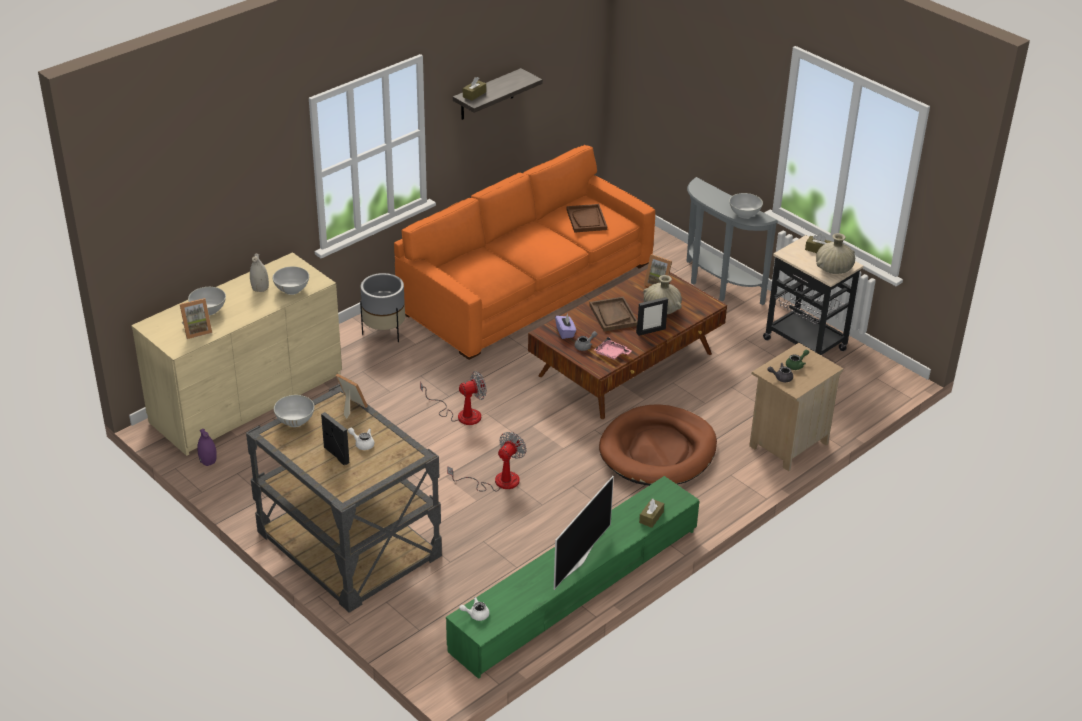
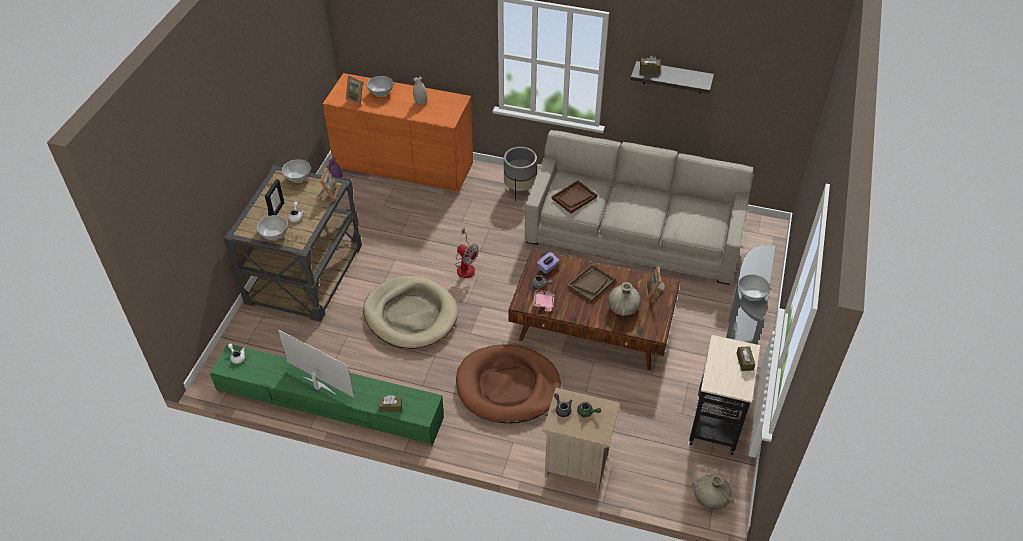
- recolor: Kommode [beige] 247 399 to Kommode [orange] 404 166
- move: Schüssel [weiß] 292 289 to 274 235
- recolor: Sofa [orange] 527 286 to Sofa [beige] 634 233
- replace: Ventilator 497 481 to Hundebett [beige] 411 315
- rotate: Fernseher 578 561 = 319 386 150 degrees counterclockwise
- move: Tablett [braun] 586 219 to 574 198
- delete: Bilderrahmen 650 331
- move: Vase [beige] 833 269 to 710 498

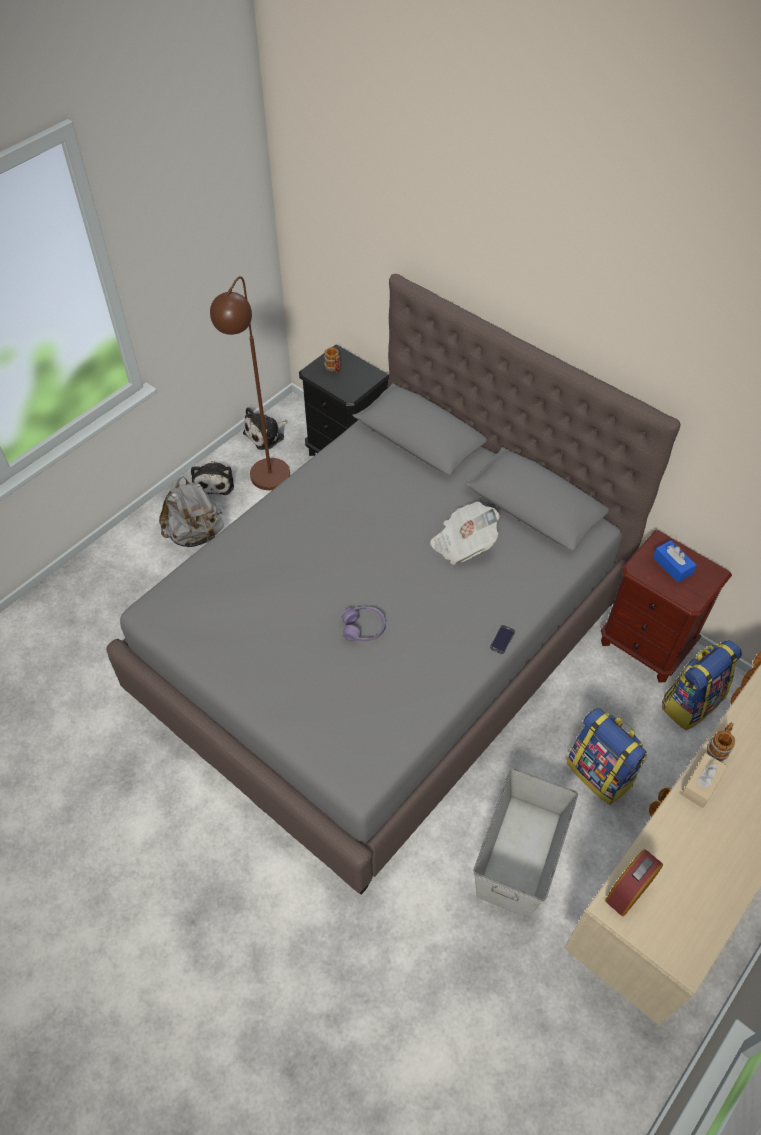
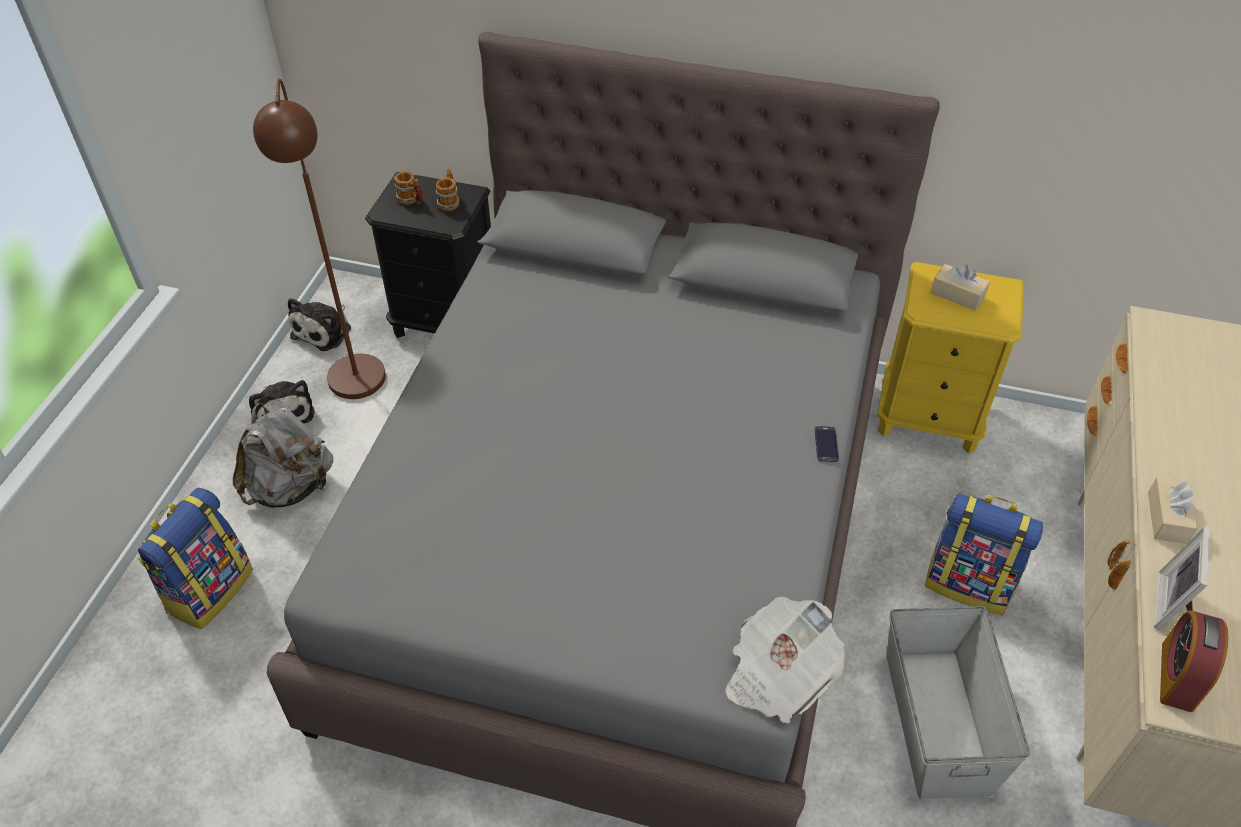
- delete: Kopfhörer [lila] 363 628
- move: Zeitung 463 544 to 778 674
- recolor: Nachttisch [braun] 645 645 to Nachttisch [gelb] 929 418
- recolor: Taschentuchbox [blau] 672 566 to Taschentuchbox [beige] 957 295
- move: Rucksack 690 702 to 209 589
- move: Henkelbecher 719 747 to 449 201
- insert: Bilderrahmen 1173 604

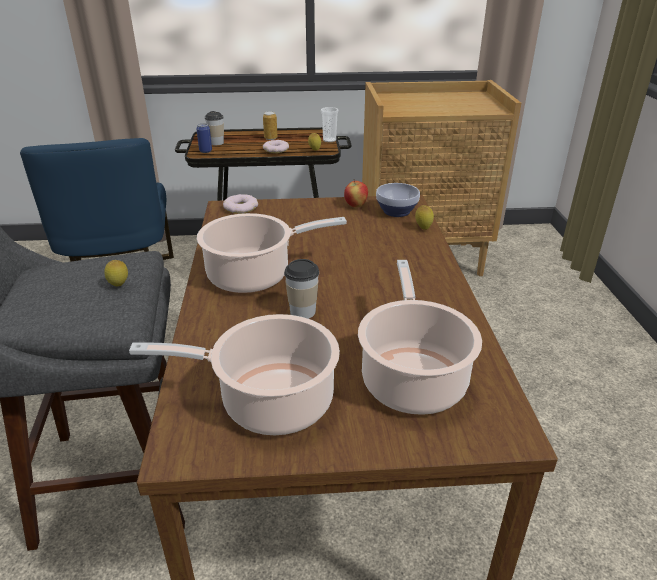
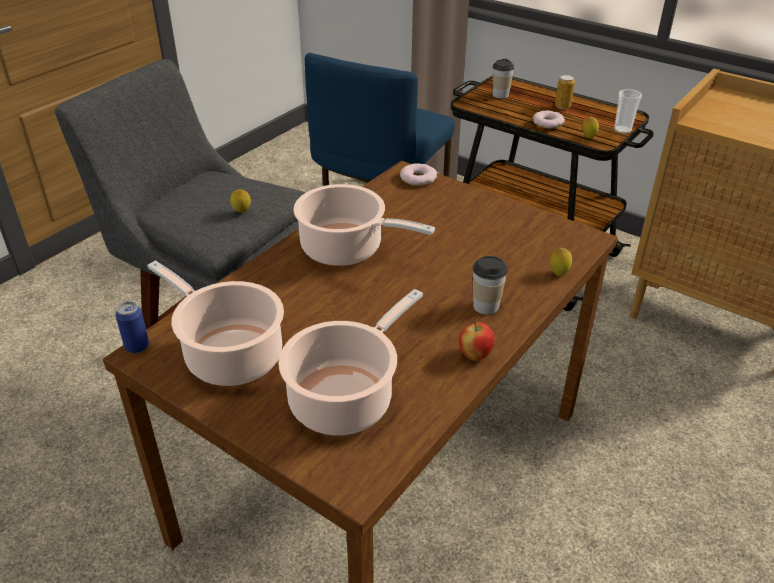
- move: Dose 205 151 to 137 346
- move: Tasse 302 312 to 486 306
- move: Apfel 355 206 to 475 355
- delete: Schüssel 395 212

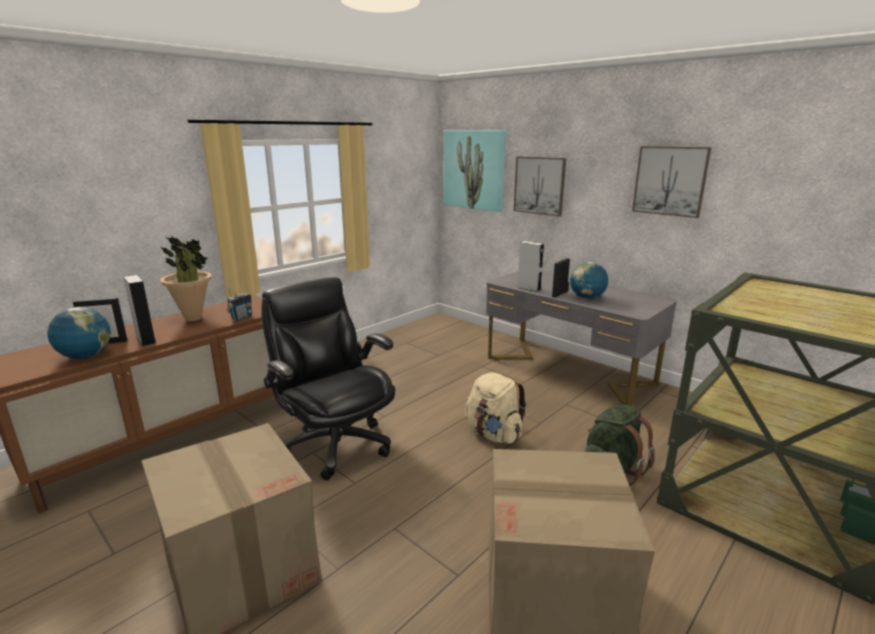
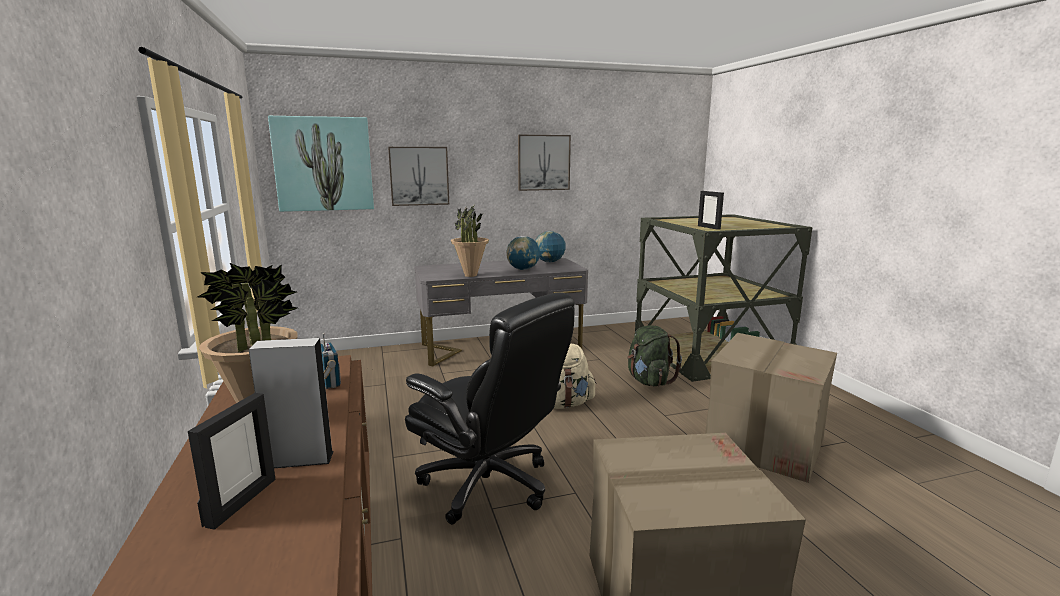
- move: Globus 86 356 to 549 262
- rotate: Bürostuhl [schwarz] 336 444 = 490 488 135 degrees counterclockwise
- replace: Lautsprecher [grau] 529 288 to Topfpflanze 470 275
- move: Bilderrahmen 560 294 to 709 227

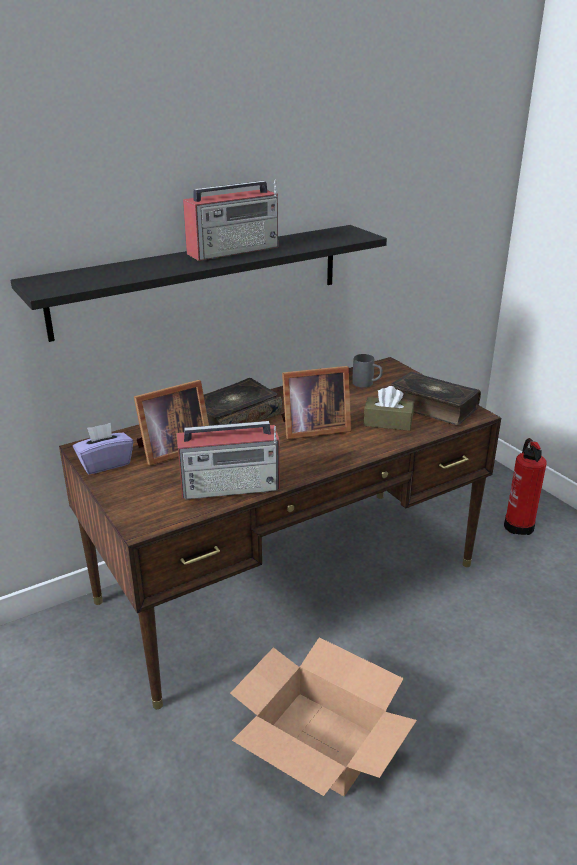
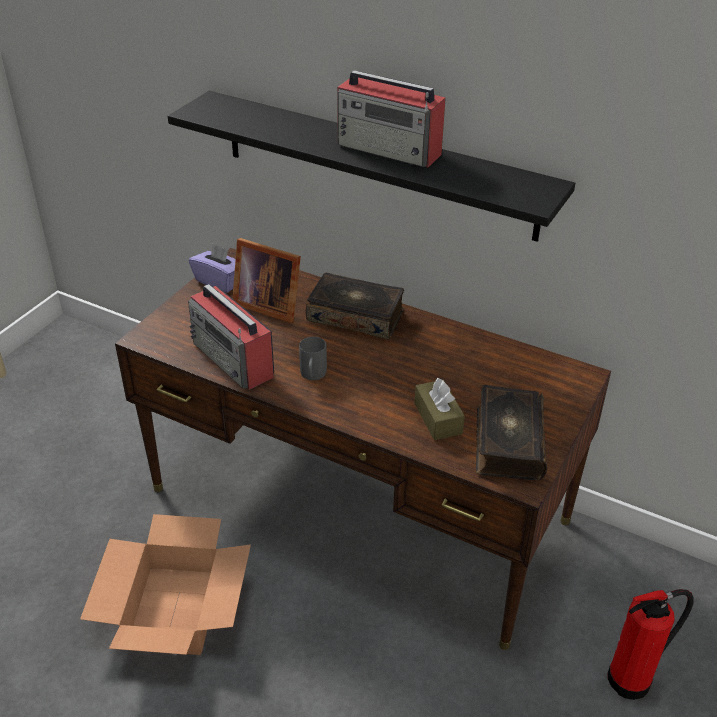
- delete: Bilderrahmen 312 428
- move: Henkelbecher [grau] 367 384 to 312 376

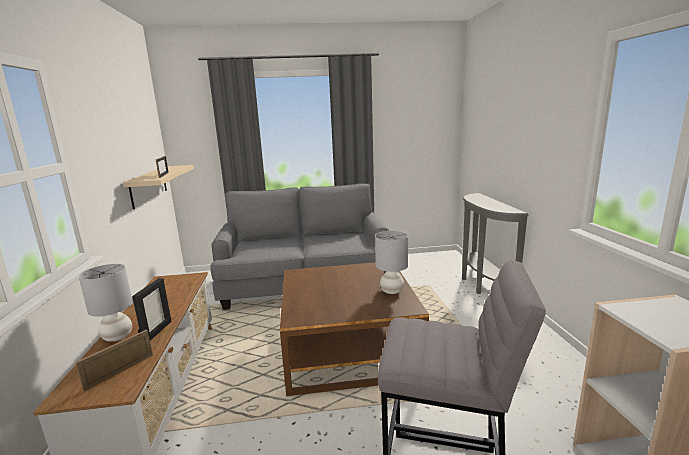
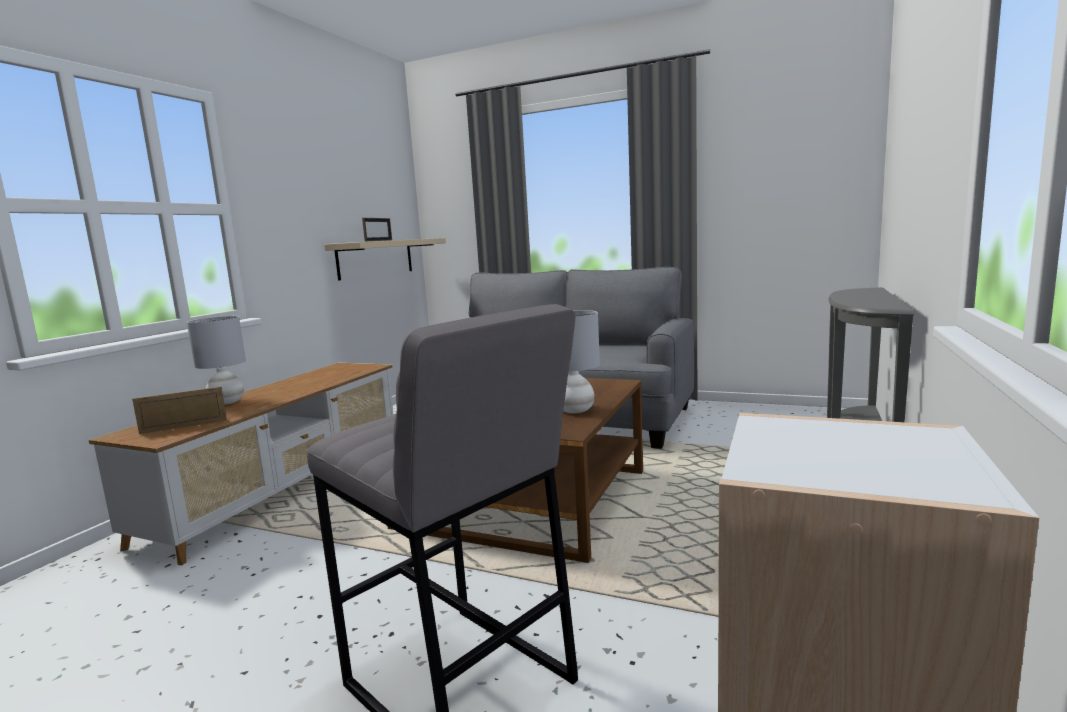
- delete: Bilderrahmen 156 331

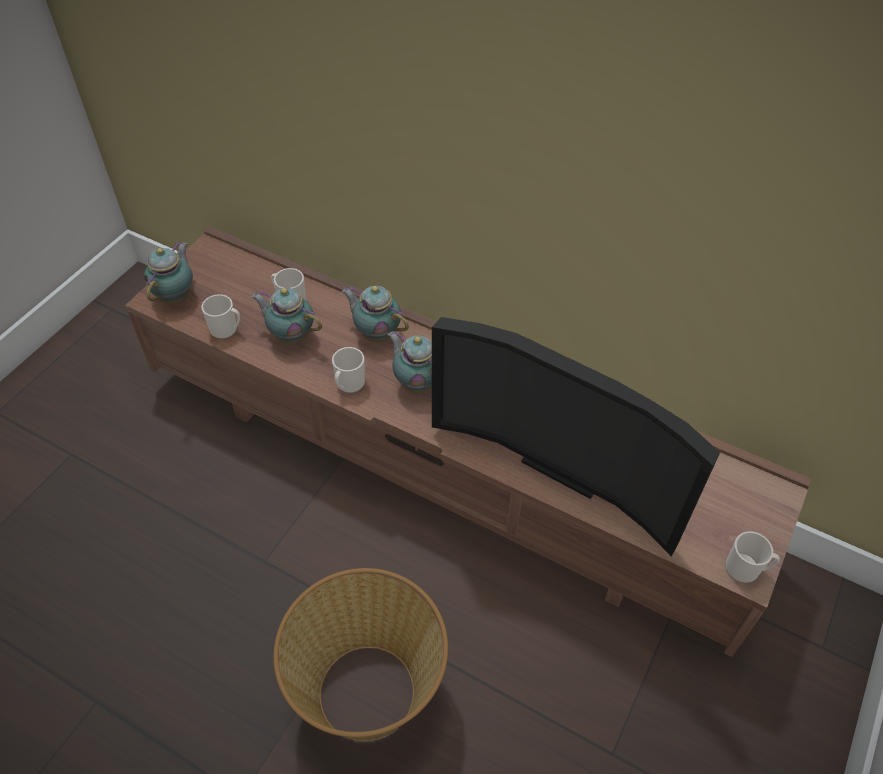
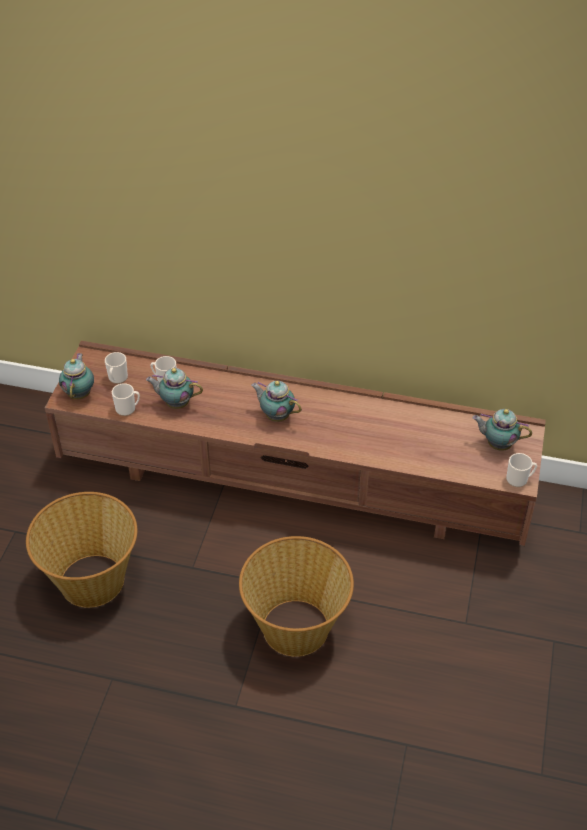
- move: Henkelbecher 348 385 to 117 379
- move: Teekanne 376 333 to 497 444
- delete: Fernseher 565 463
- insert: Korb 92 579

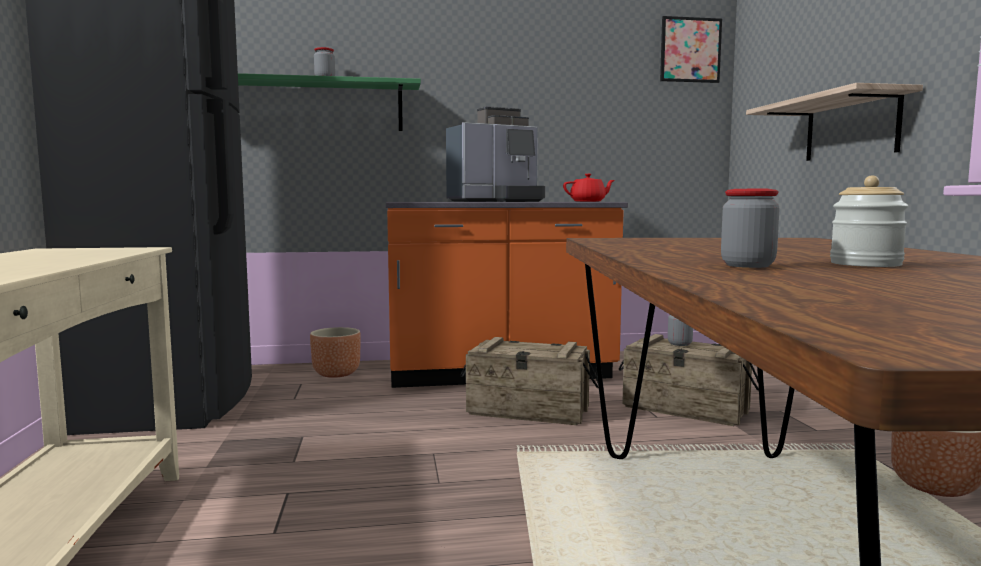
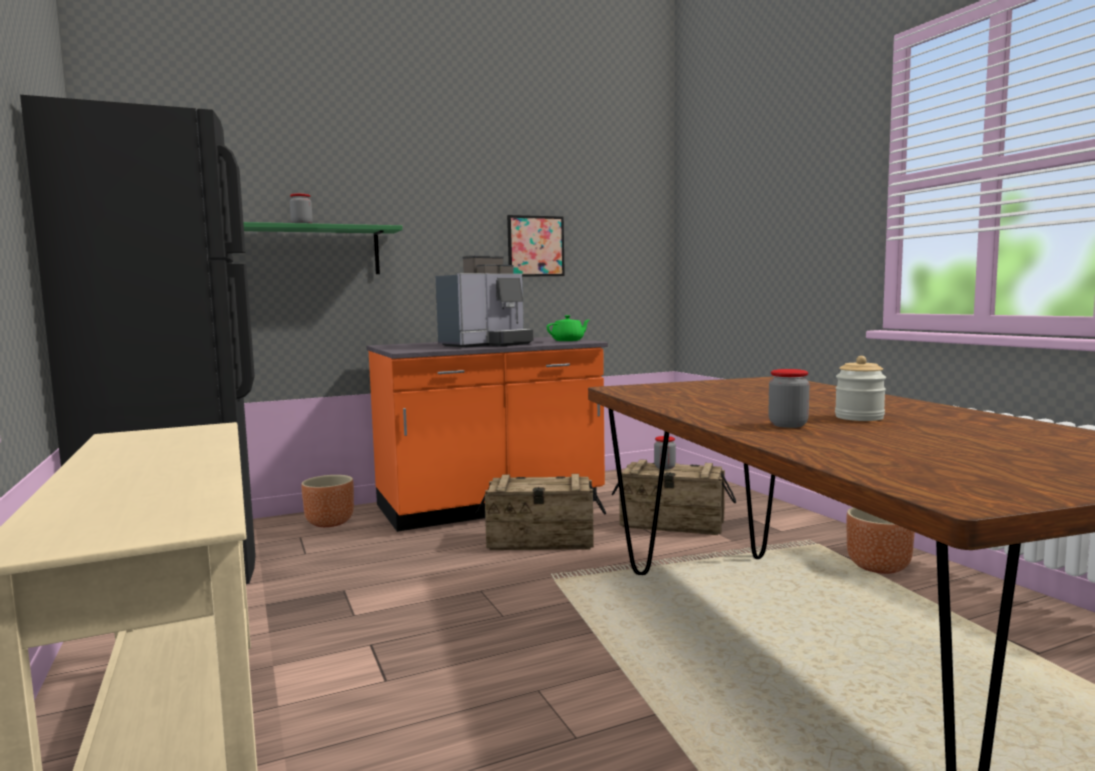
- recolor: Teekanne [rot] 588 201 to Teekanne [grün] 568 340
- move: Bild 690 50 to 535 246
- delete: Wandregal 851 128

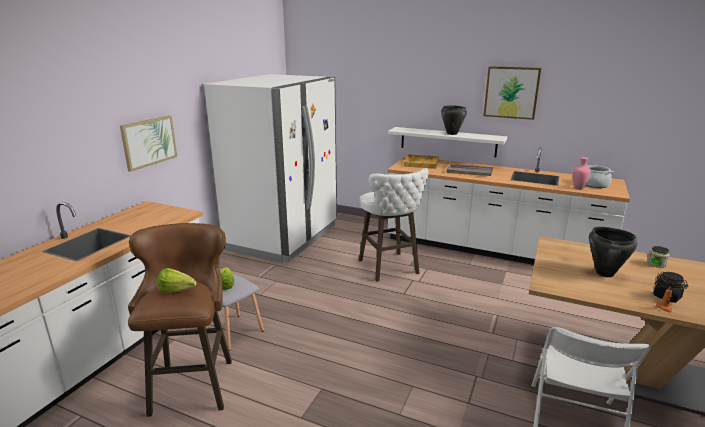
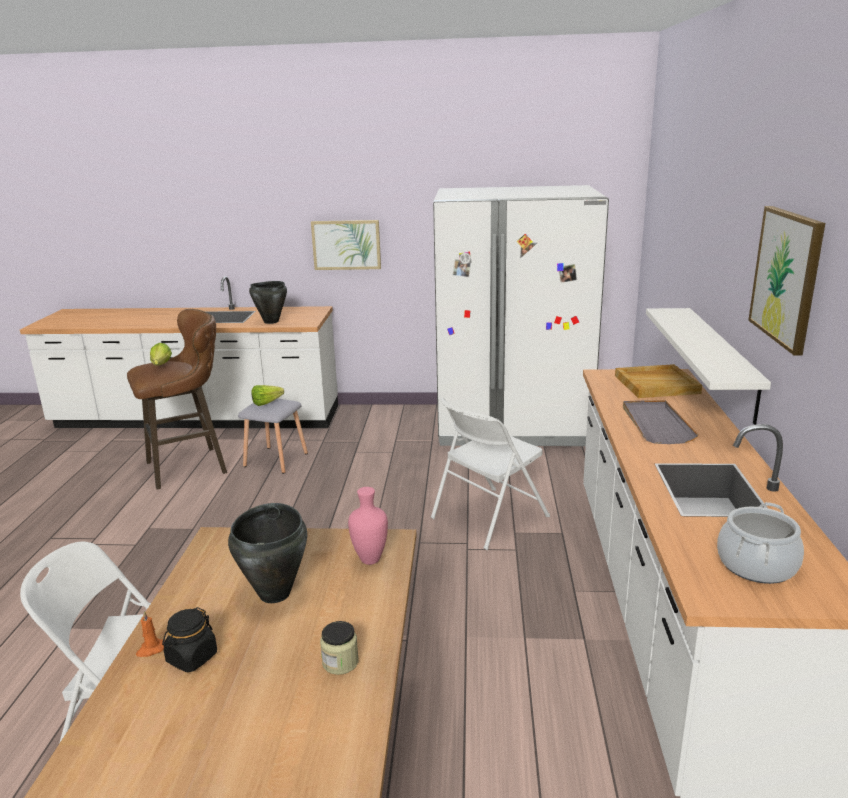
- replace: Hocker [weiß] 389 268 to Stuhl [weiß] 489 517
- move: Kochtopf [schwarz] 452 133 to 271 321
- move: Vase [rosa] 579 189 to 369 560

